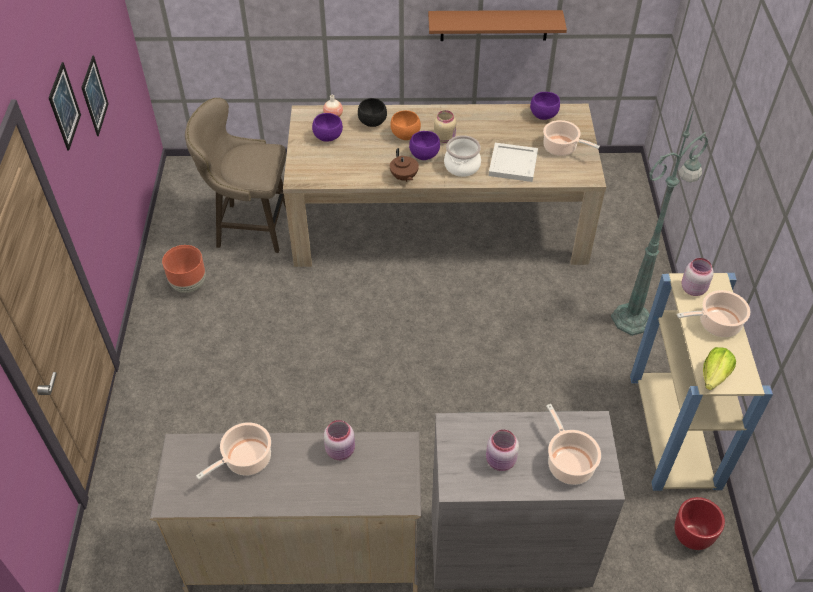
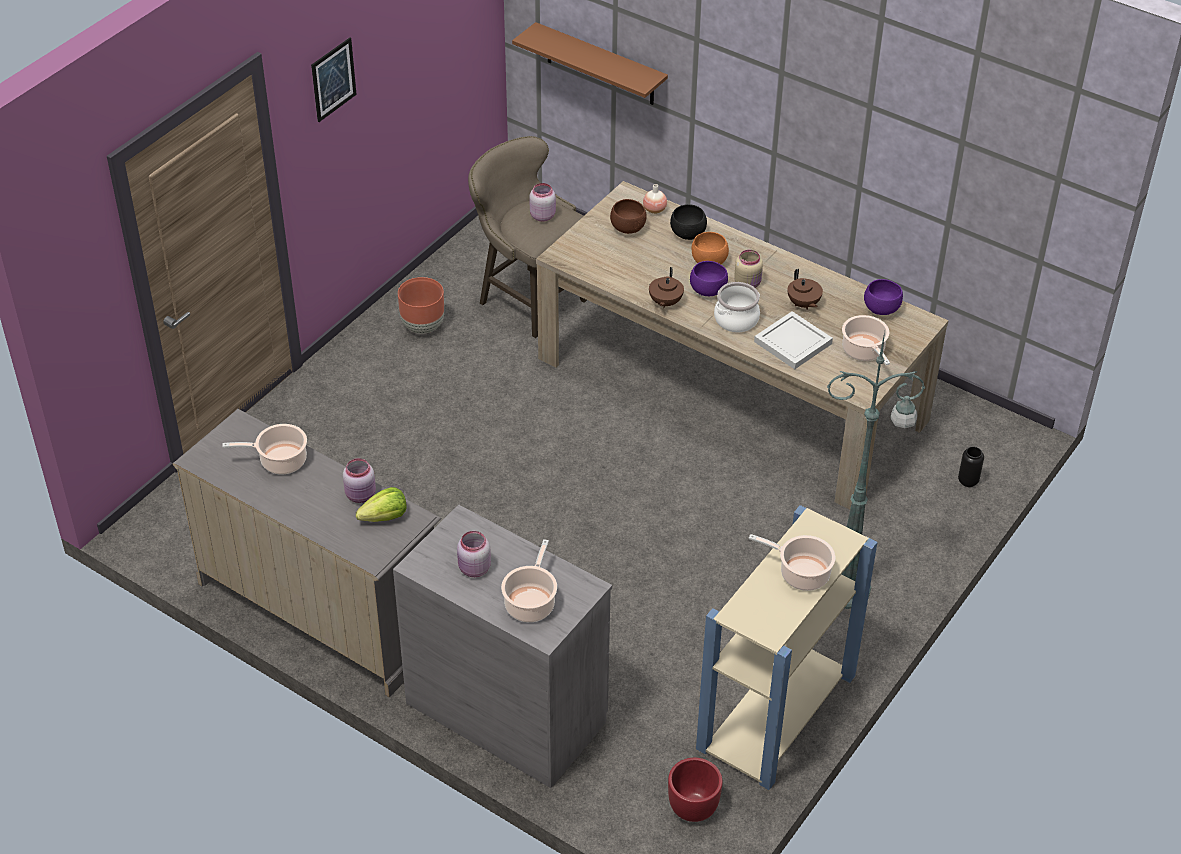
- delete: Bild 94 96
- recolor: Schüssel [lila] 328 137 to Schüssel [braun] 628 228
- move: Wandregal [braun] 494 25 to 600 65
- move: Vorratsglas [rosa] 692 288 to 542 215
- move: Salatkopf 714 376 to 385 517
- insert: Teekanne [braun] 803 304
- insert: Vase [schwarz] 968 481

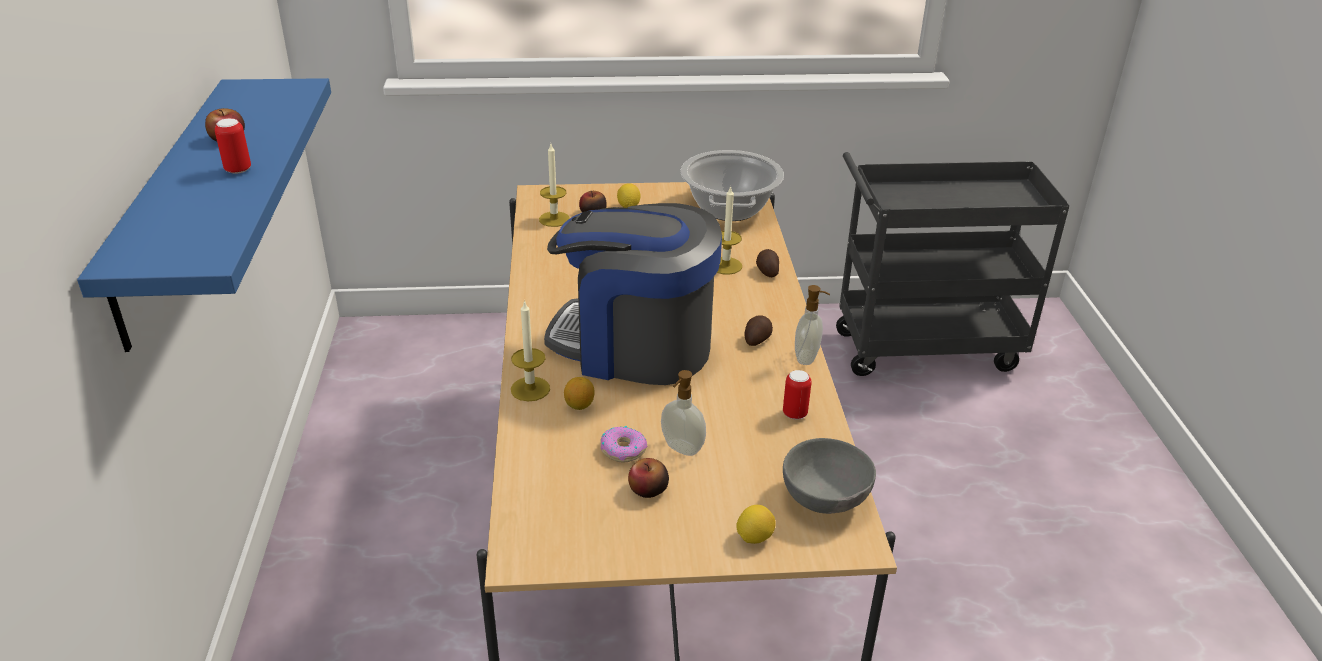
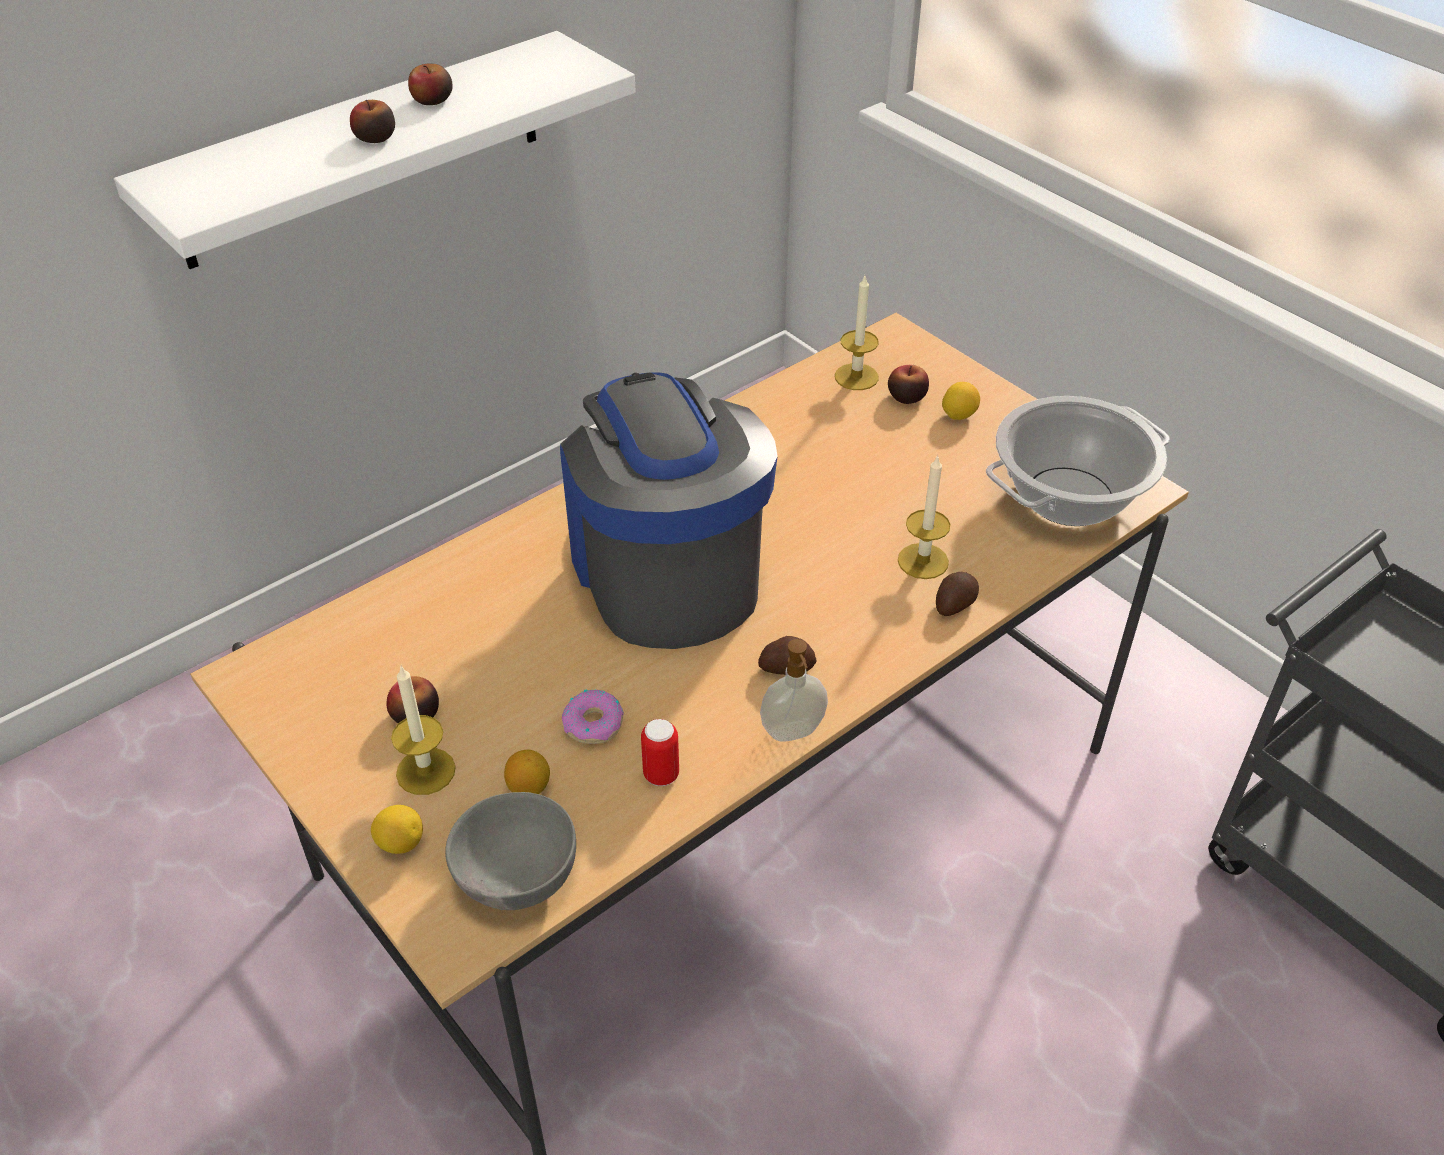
- recolor: Wandregal [blau] 173 206 to Wandregal [weiß] 362 150
- replace: Dose 238 170 to Apfel 375 138
- move: Kerze 530 389 to 425 771
- move: Zitrone 579 405 to 529 787
- move: Donut 623 449 to 594 723
- delete: Seifenspender 681 449

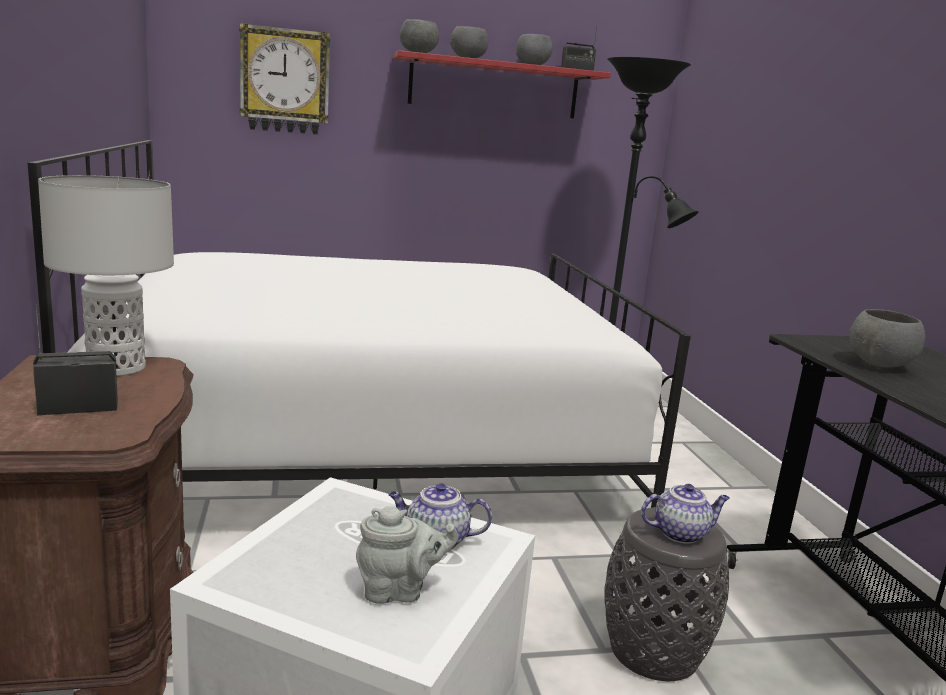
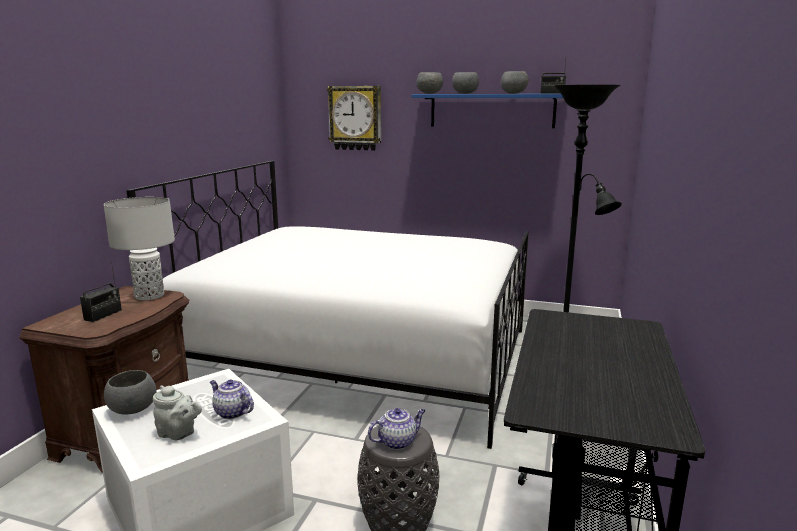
- rotate: Radio 78 408 = 103 315 105 degrees clockwise
- recolor: Wandregal [rot] 494 88 to Wandregal [blau] 492 110
- rotate: Teekanne 681 533 = 397 441 45 degrees counterclockwise
- move: Schüssel [grau] 878 365 to 132 410

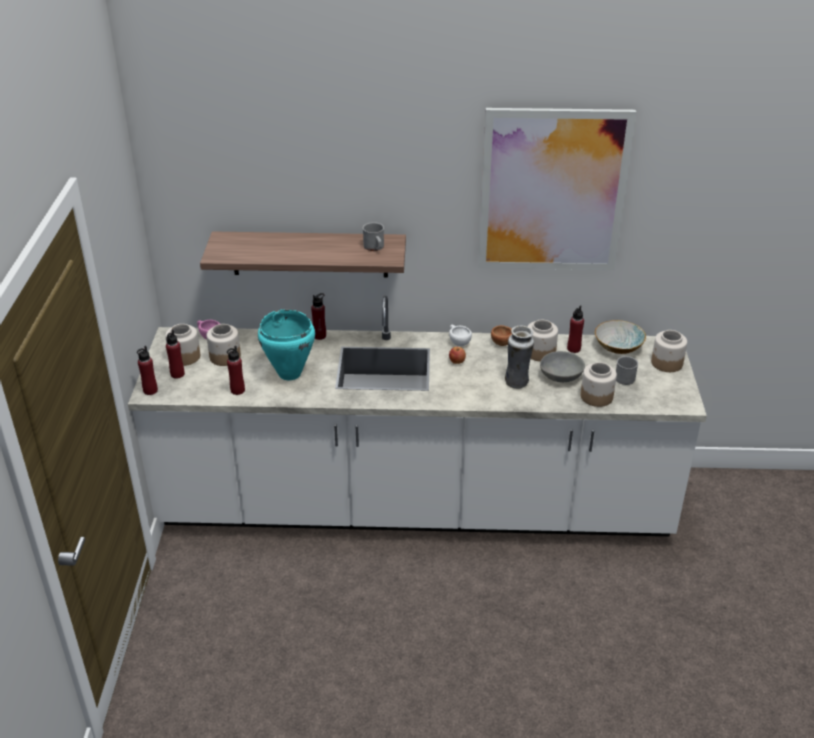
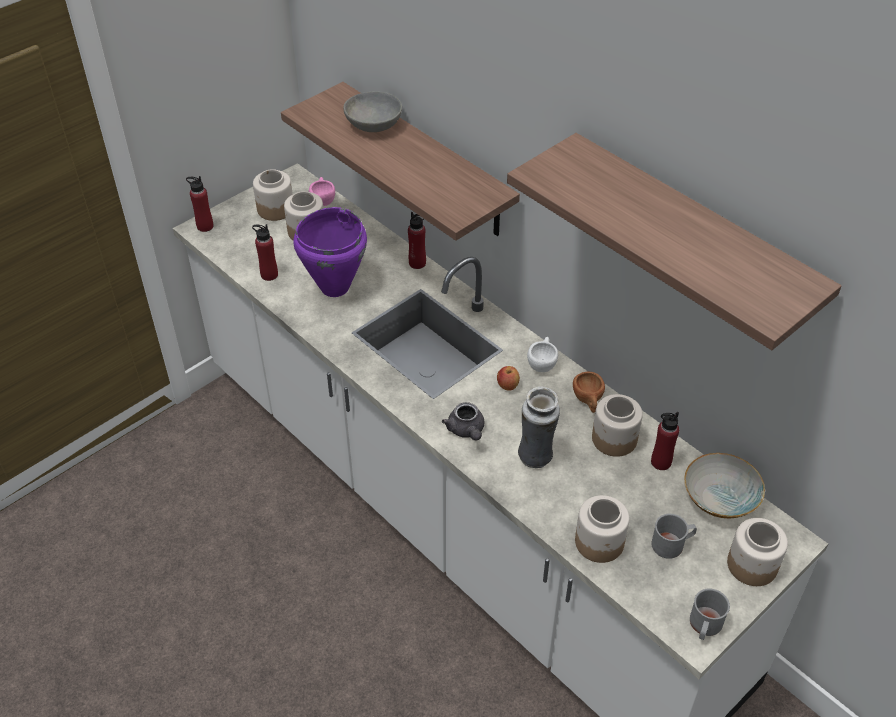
- delete: Flasche [rot] 177 374
- recolor: Kochtopf [türkis] 289 374 to Kochtopf [lila] 334 287
- move: Henkelbecher [grau] 375 248 to 704 626
- replace: Bild 552 191 to Wandregal 692 235
- move: Schüssel [grau] 561 376 to 374 124
- insert: Teekanne [grau] 466 431

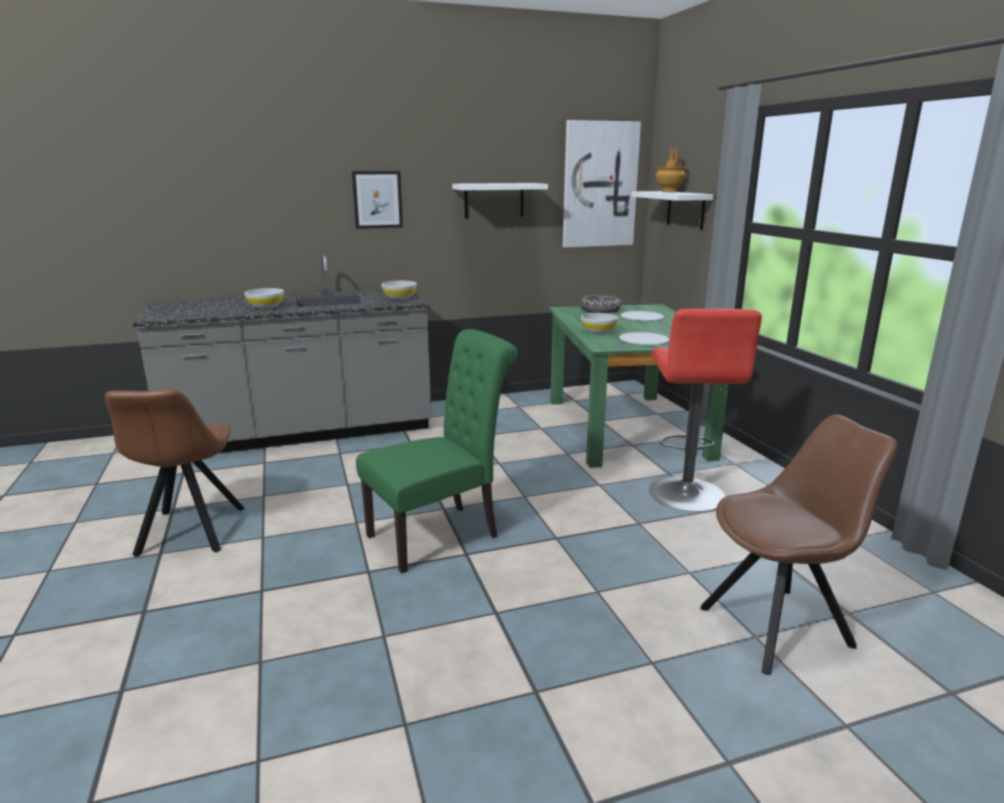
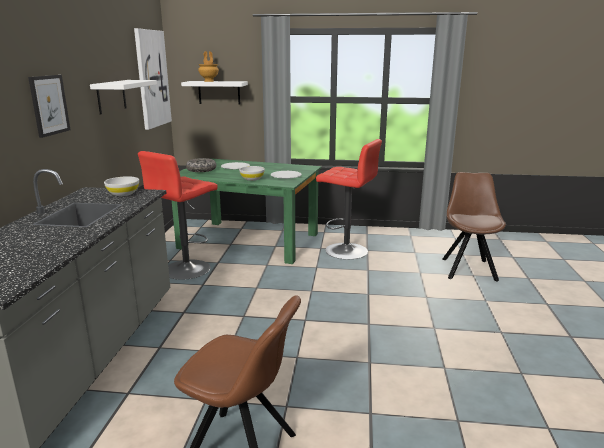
- delete: Schüssel [weiß] 266 307
- delete: Stuhl [grün] 440 534
- insert: Hocker [rot] 186 269

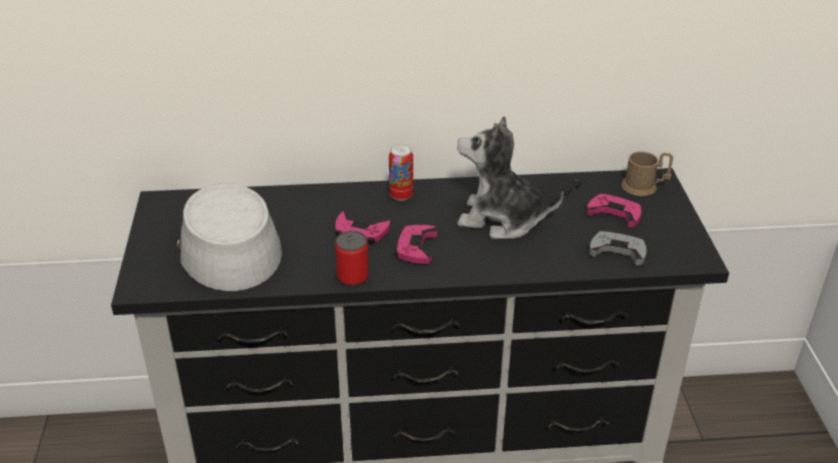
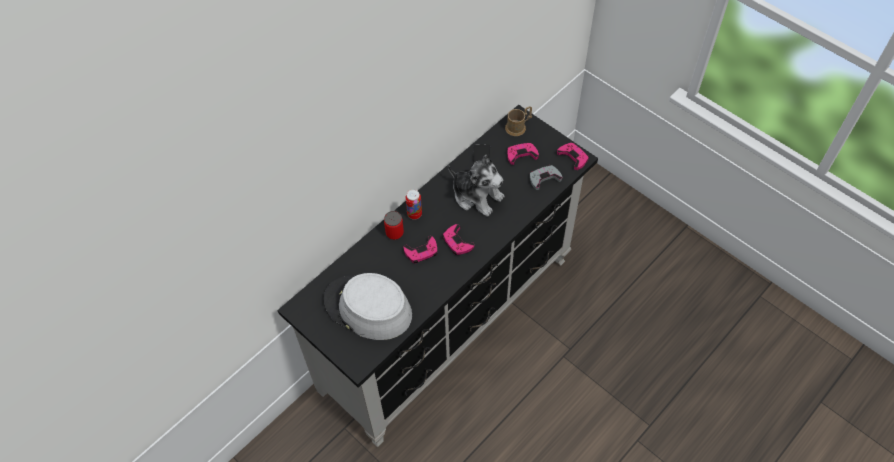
- move: Dose 353 277 to 394 233
- rotate: Plüschtier 501 219 = 476 195 120 degrees counterclockwise
- insert: Gamepad [rosa] 573 157

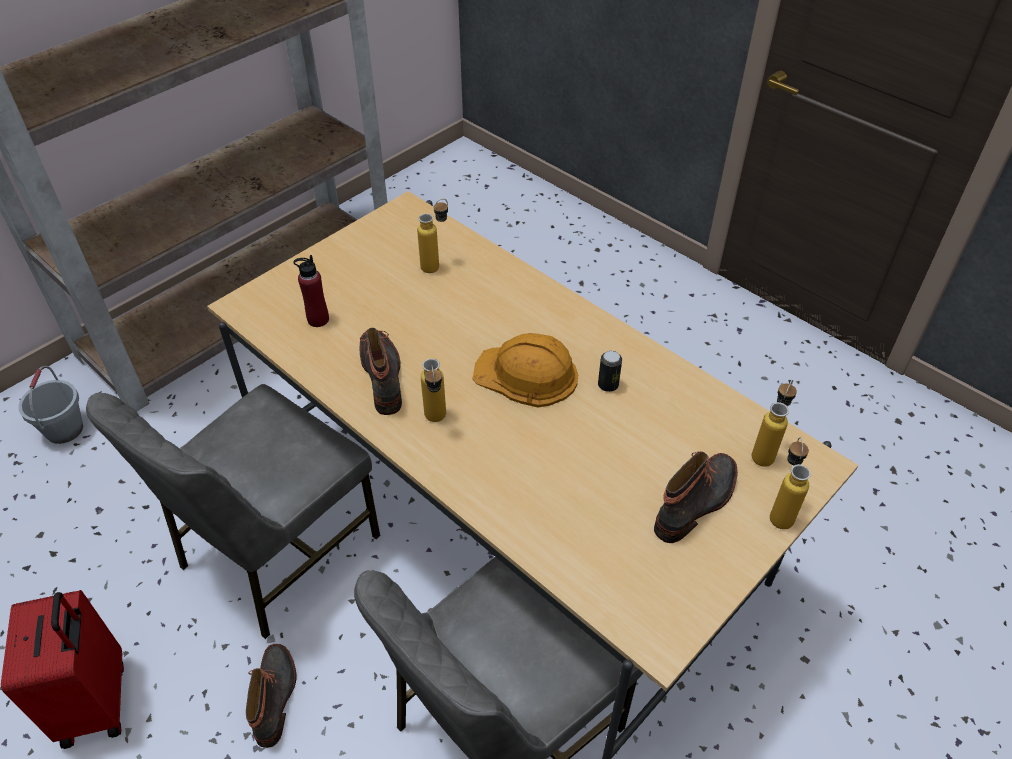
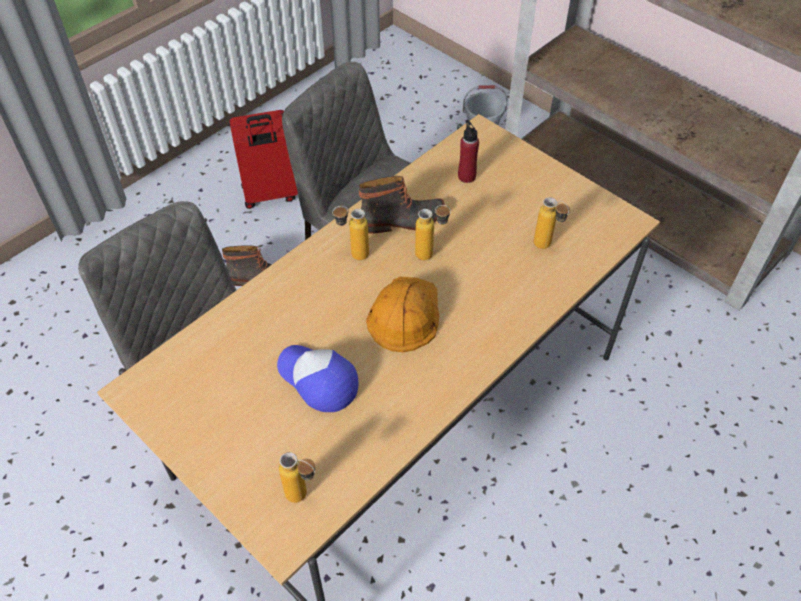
- delete: Dose 608 385
- delete: Stiefel 697 503
- move: Flasche 780 511 to 431 255
- insert: Kappe 318 380

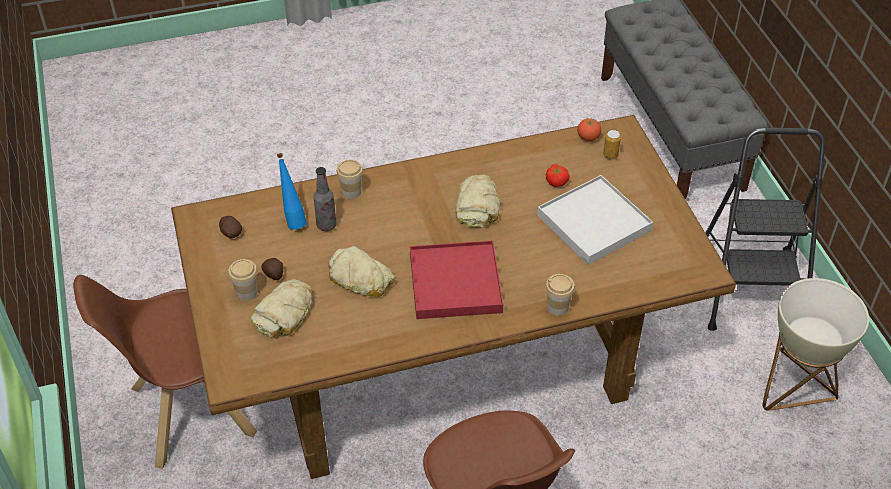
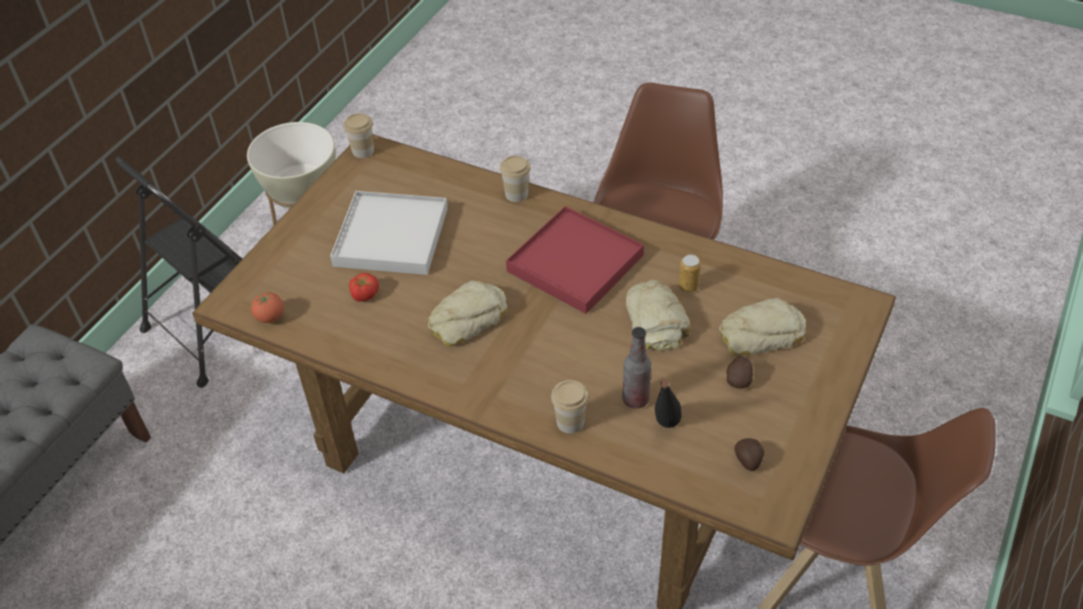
- move: Tasse 246 292 to 363 151
- recolor: Flasche [blau] 293 220 to Flasche [schwarz] 665 430
- move: Dose 610 155 to 688 286

